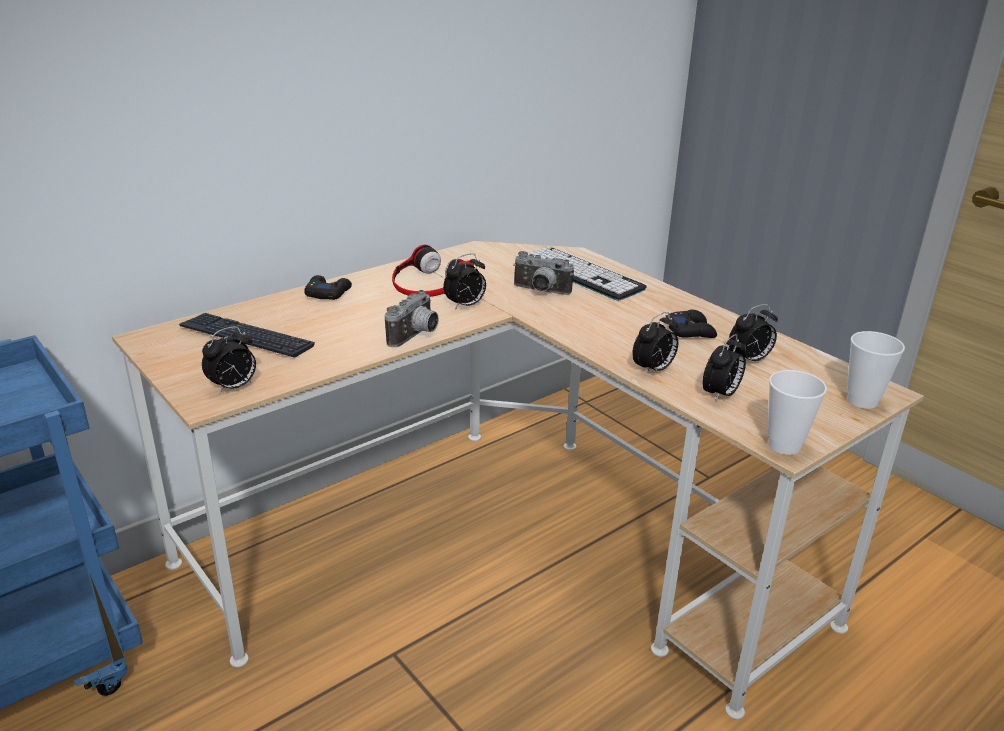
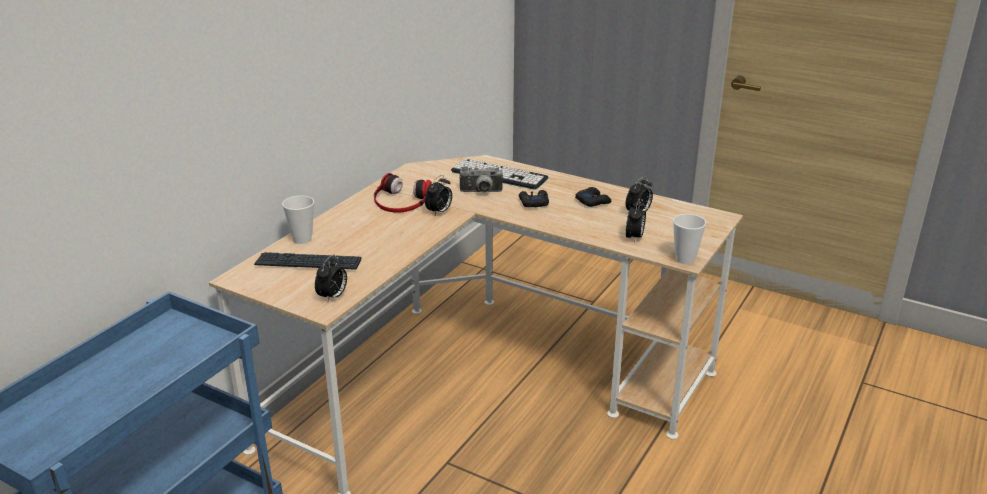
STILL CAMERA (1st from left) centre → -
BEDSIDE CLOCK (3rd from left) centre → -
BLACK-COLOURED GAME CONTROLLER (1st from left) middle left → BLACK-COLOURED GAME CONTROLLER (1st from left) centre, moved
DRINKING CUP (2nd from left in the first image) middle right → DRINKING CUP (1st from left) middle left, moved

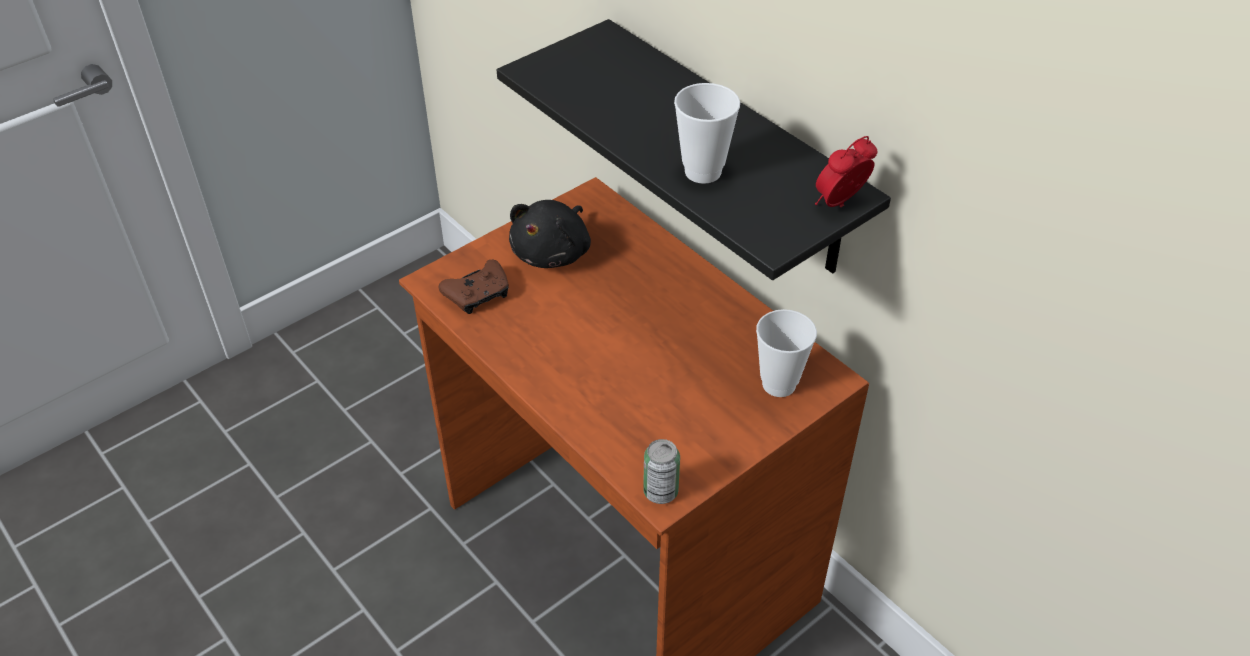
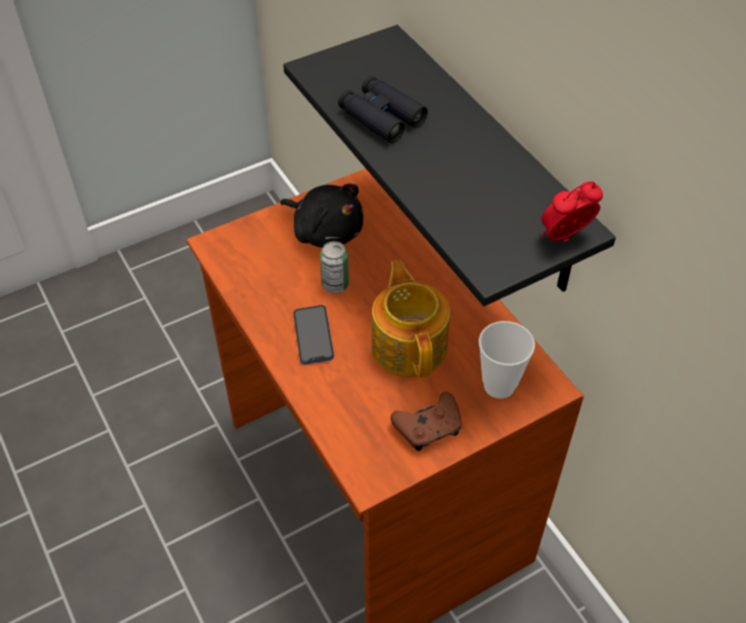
DRINKING CUP (1st from left) top centre → -
- → HANDSET centre
- → BLACK-COLOURED BINOCULARS top centre
- → TEA POT centre
BROWN-COLOURED GAME CONTROLLER centre → BROWN-COLOURED GAME CONTROLLER bottom centre, moved
SEALED CAN bottom centre → SEALED CAN centre, moved
BLACK-COLOURED SOFT TOY centre, 90 degrees counterclockwise

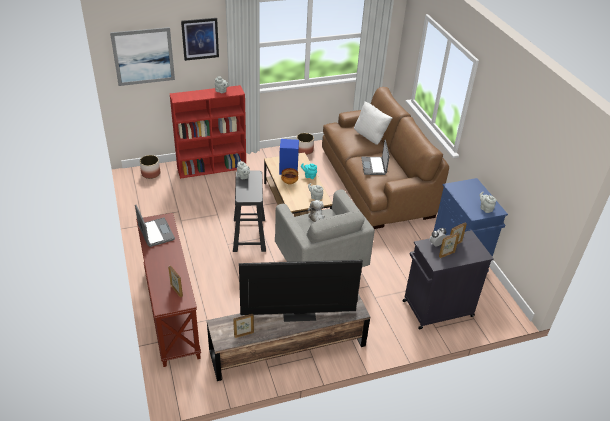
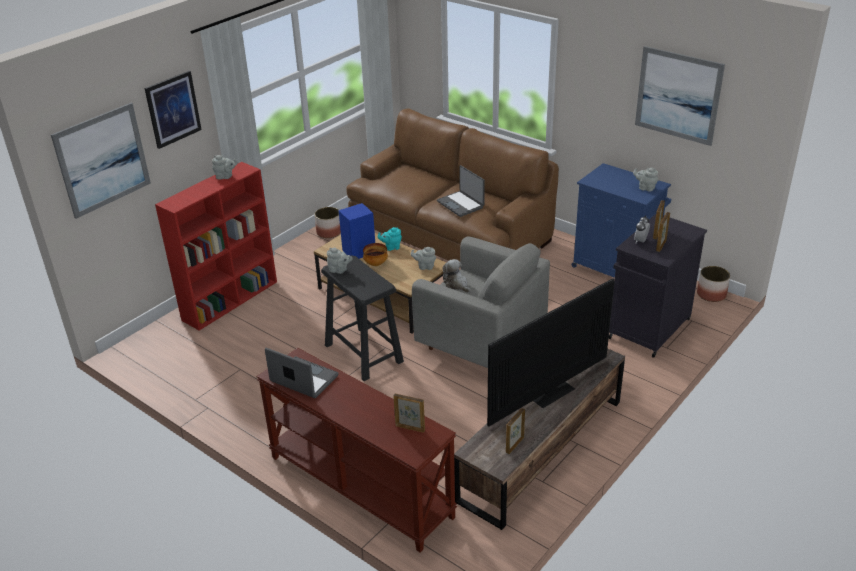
WHITE CUSHION top centre → -
- → PICTURE (3rd from left) top right
PLANTER (1st from left in the first image) middle left → PLANTER (2nd from left) middle right, moved

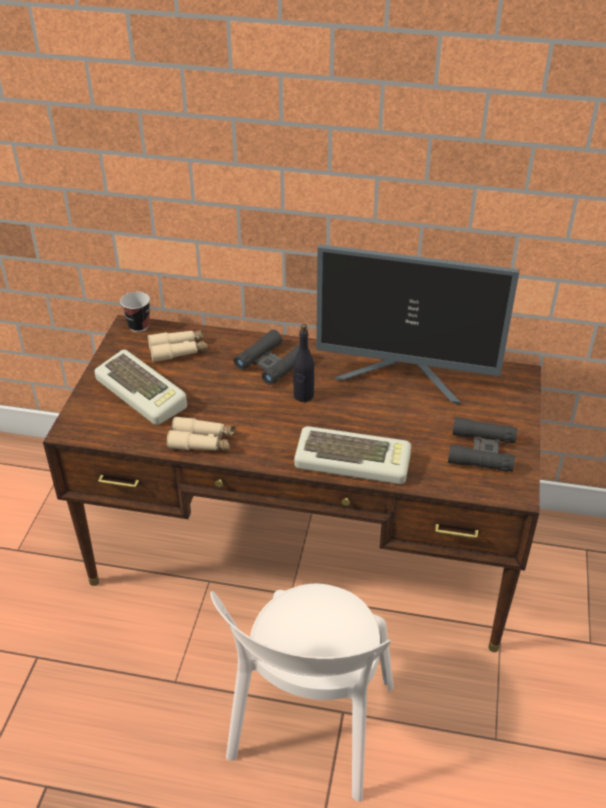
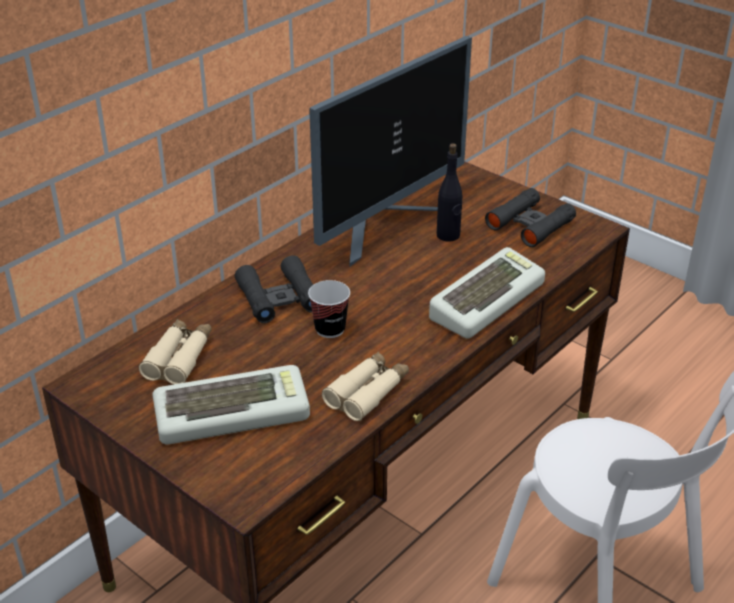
DRINKING CUP middle left → DRINKING CUP centre, moved
BLACK-COLOURED DRINK BOTTLE centre → BLACK-COLOURED DRINK BOTTLE top centre, moved

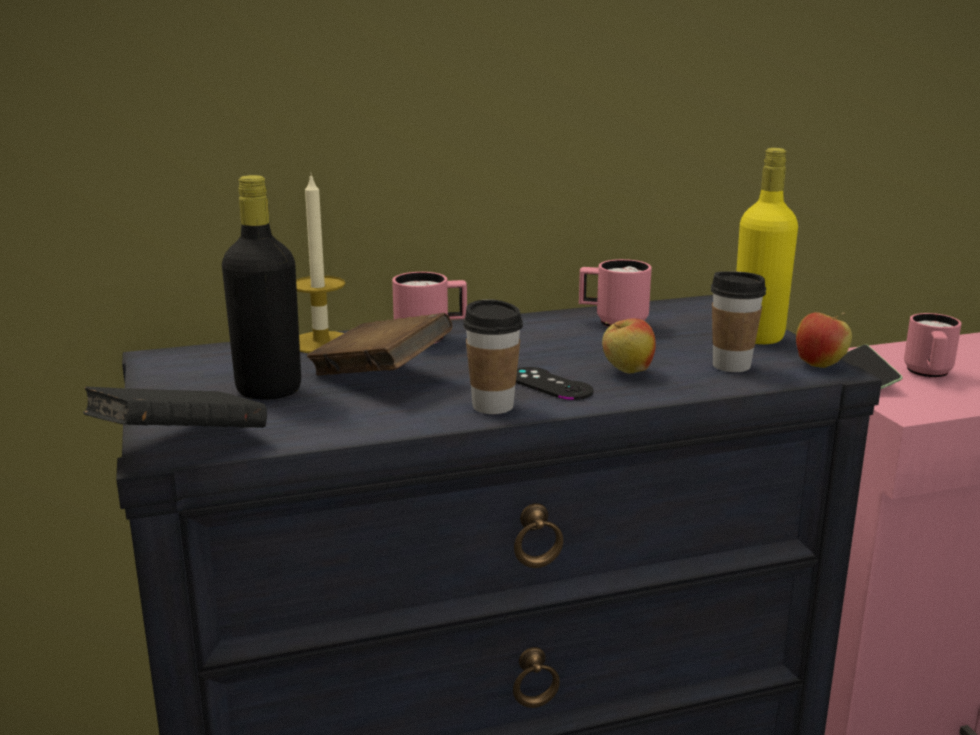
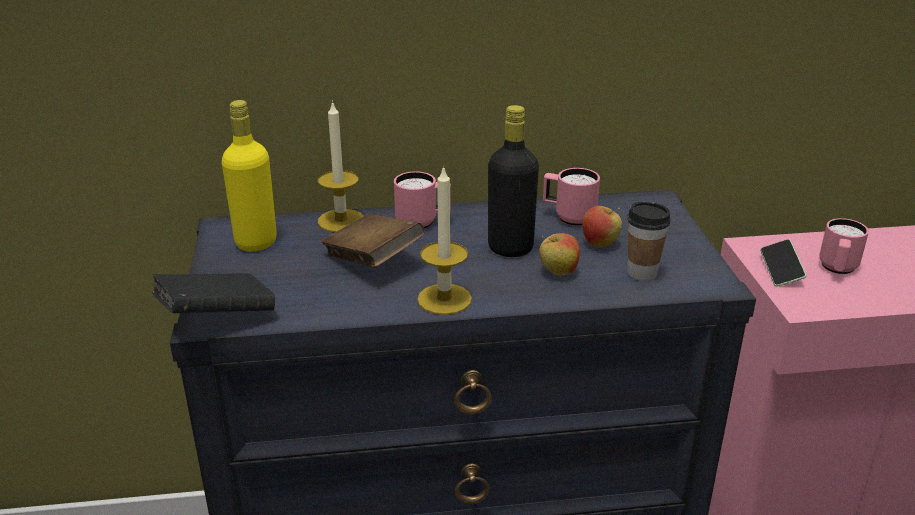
BLACK-COLOURED GAME CONTROLLER centre → -
BLACK-COLOURED DRINK BOTTLE middle left → BLACK-COLOURED DRINK BOTTLE centre, moved
YELLOWISH DRINK BOTTLE middle right → YELLOWISH DRINK BOTTLE middle left, moved
WHOLE APPLE (2nd from left) middle right → WHOLE APPLE (2nd from left) centre, moved
DRINKING CUP (1st from left) centre → WAX LIGHT (2nd from left) centre

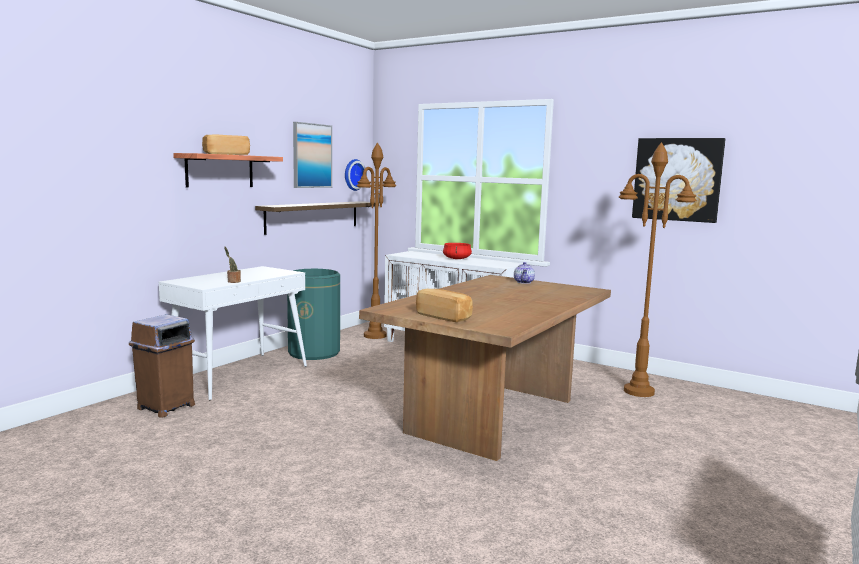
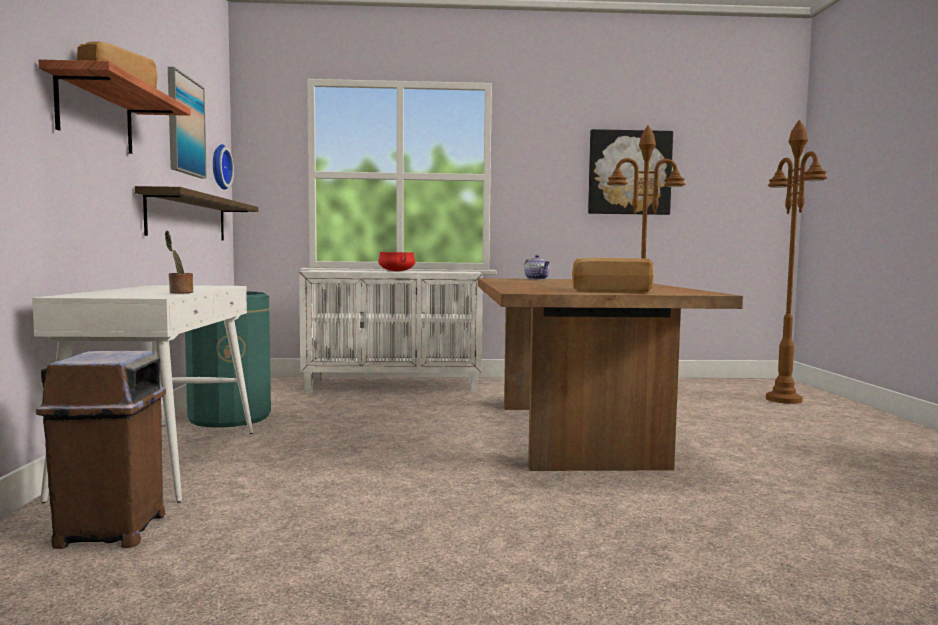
BROWN-COLOURED FLOOR LAMP (1st from left in the first image) centre → BROWN-COLOURED FLOOR LAMP (2nd from left) middle right, moved

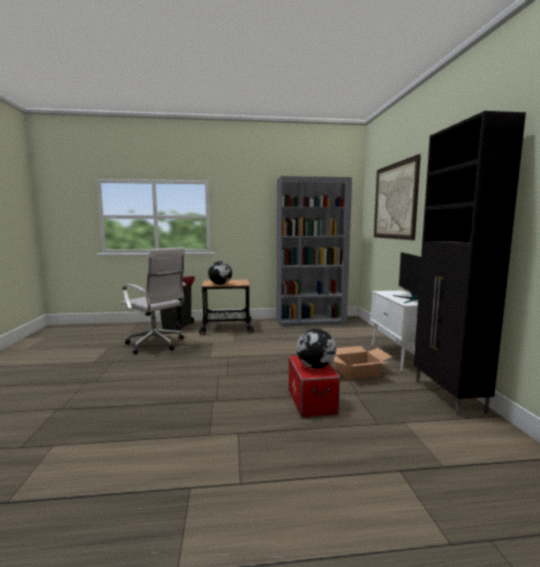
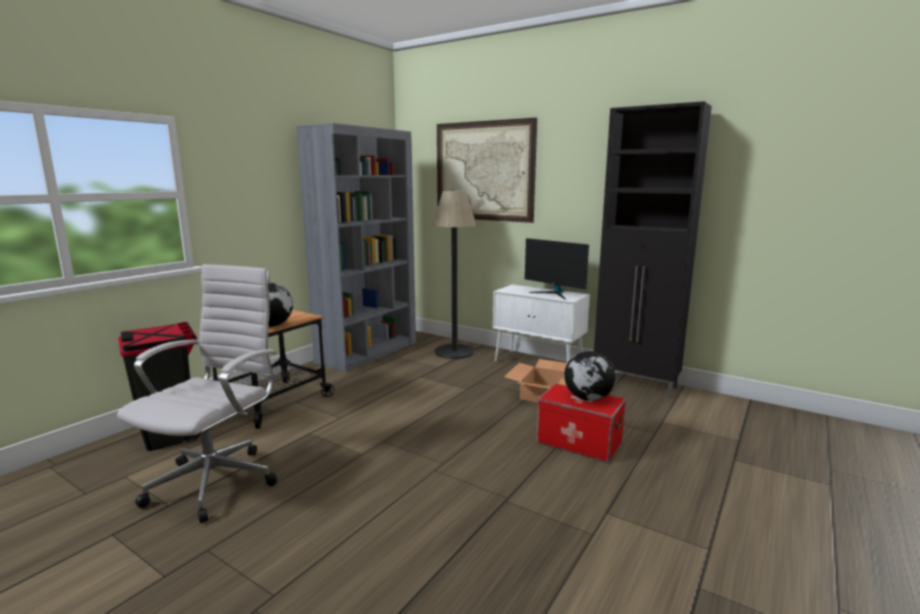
- → FLOOR LAMP centre
WHITE DESK CHAIR middle left, 60 degrees counterclockwise

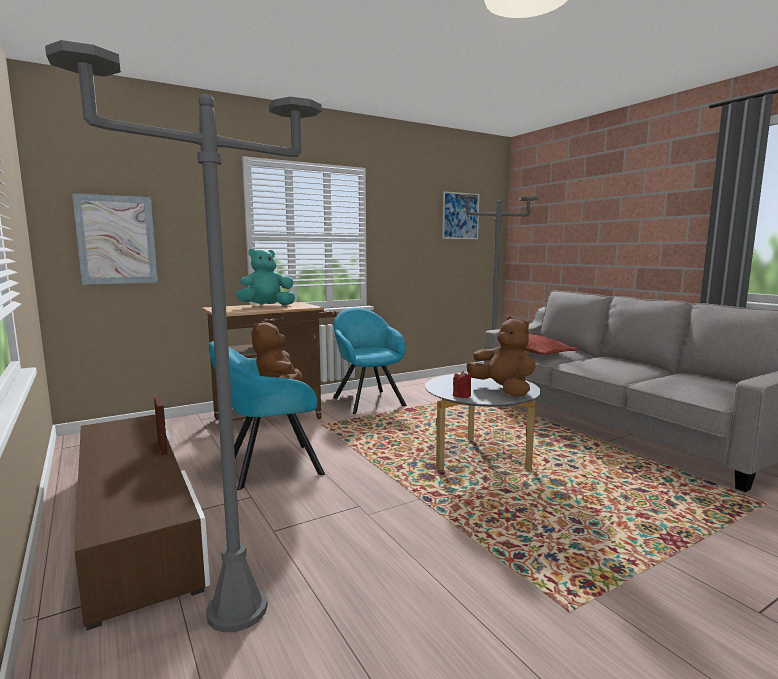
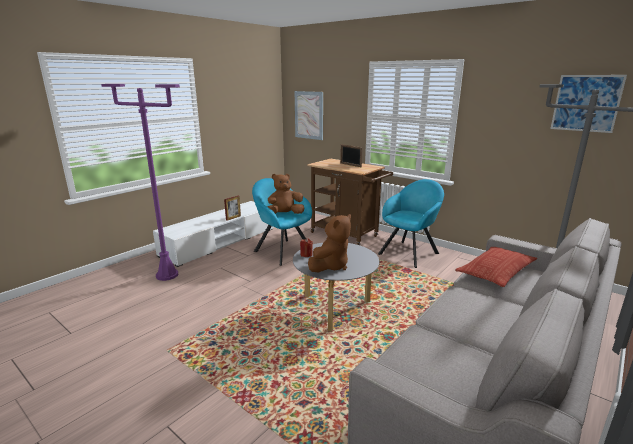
BLUE-GREEN SOFT TOY centre → PICTURE FRAME (2nd from left) centre
GREY FLOOR LAMP (1st from left) middle left → PURPLISH FLOOR LAMP middle left
BROWN-COLOURED MEDIA CONSOLE bottom left → WHITE MEDIA CONSOLE centre

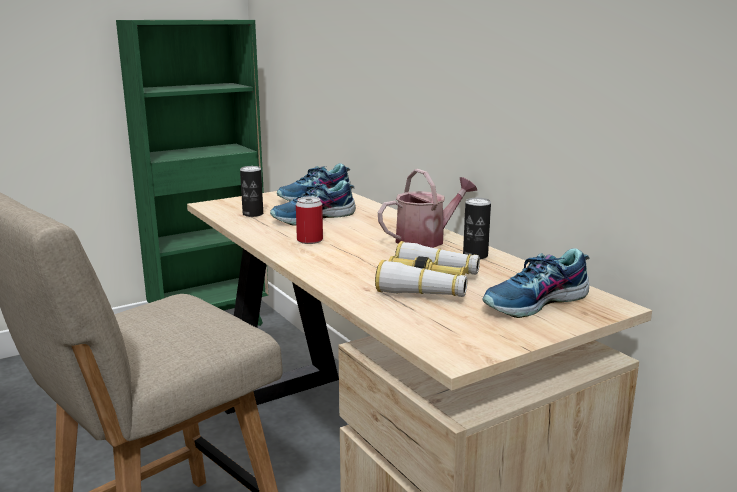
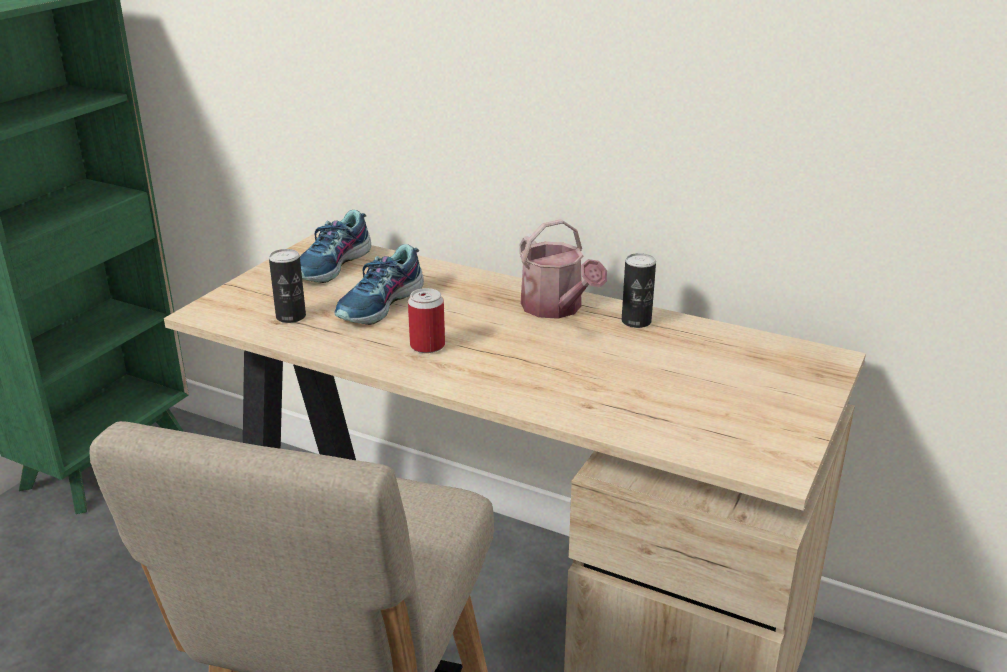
BINOCULARS centre → -
SHOE (3rd from left) middle right → -
SPRINKLING CAN centre, 120 degrees clockwise

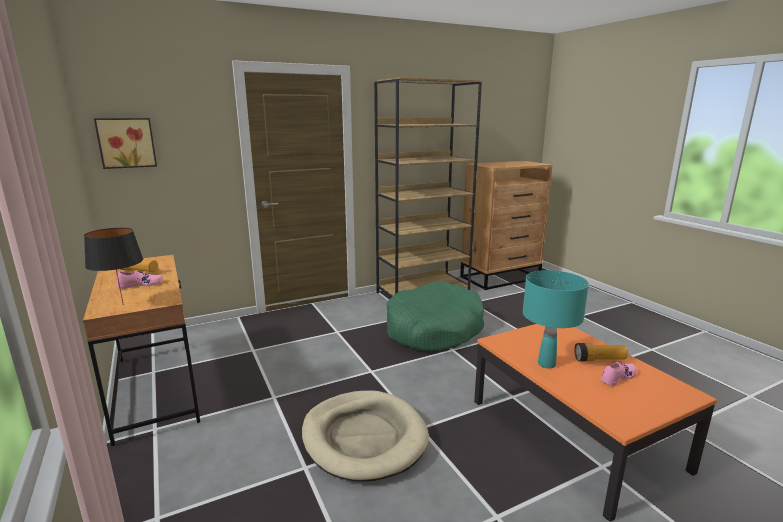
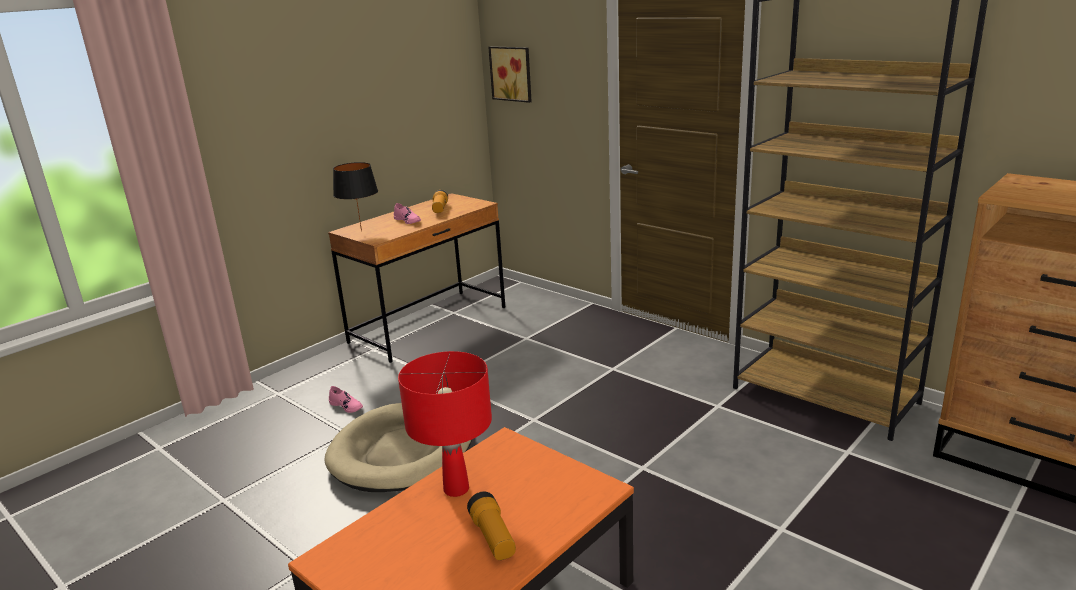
GREEN-COLOURED DOG CUSHION centre → -
PINK SHOE (2nd from left in the first image) bottom right → PINK SHOE (1st from left) bottom left, moved
BLUE-GREEN TABLE LAMP middle right → RED-COLOURED TABLE LAMP bottom centre

